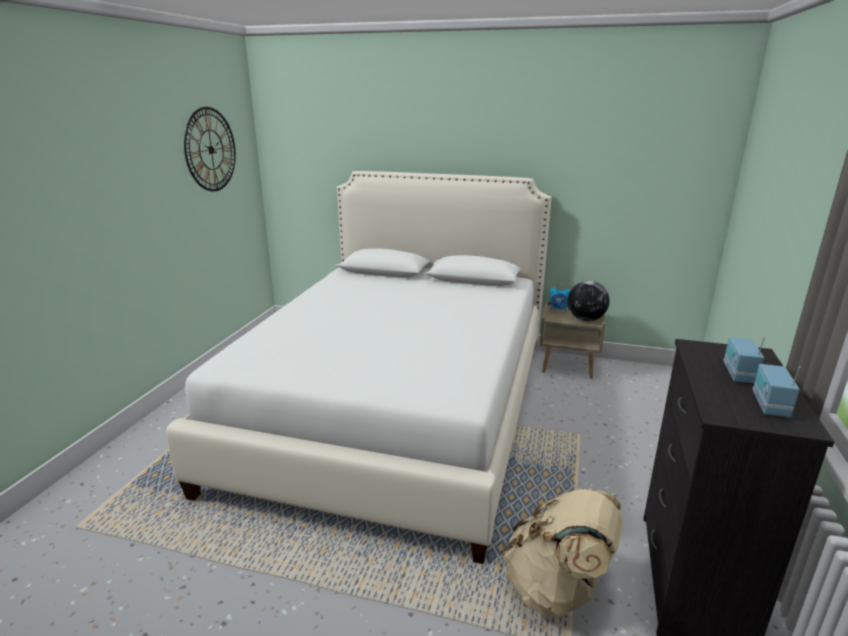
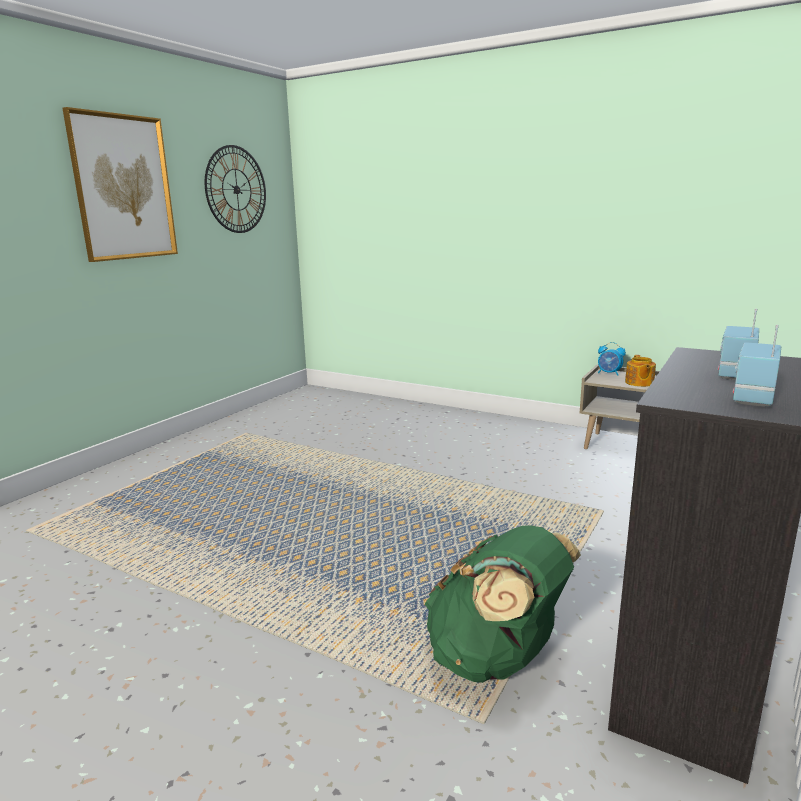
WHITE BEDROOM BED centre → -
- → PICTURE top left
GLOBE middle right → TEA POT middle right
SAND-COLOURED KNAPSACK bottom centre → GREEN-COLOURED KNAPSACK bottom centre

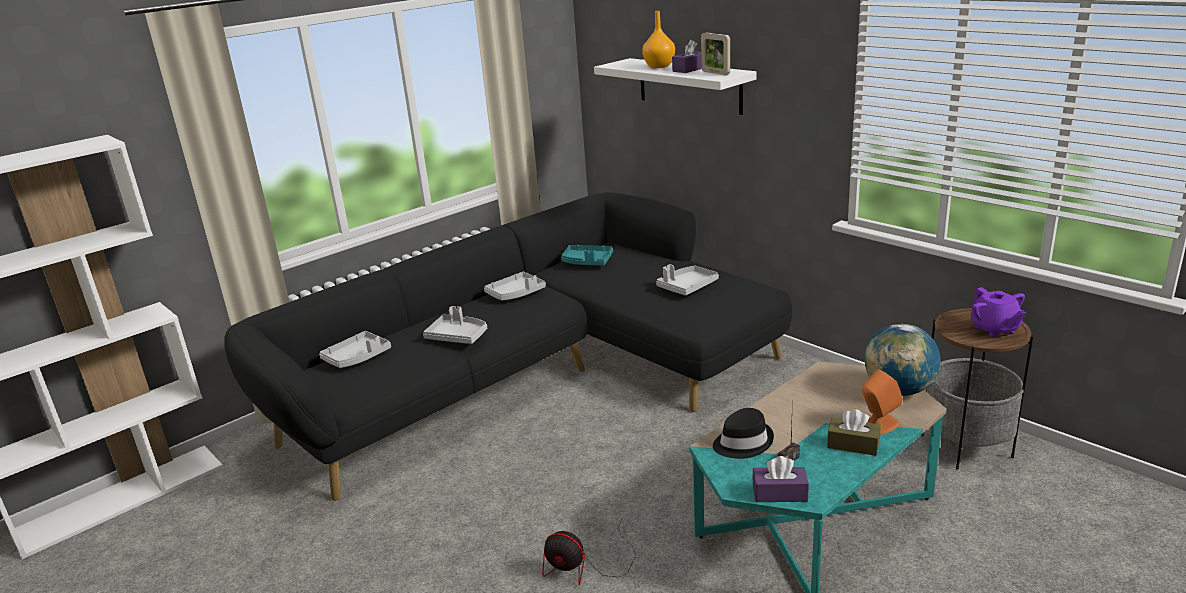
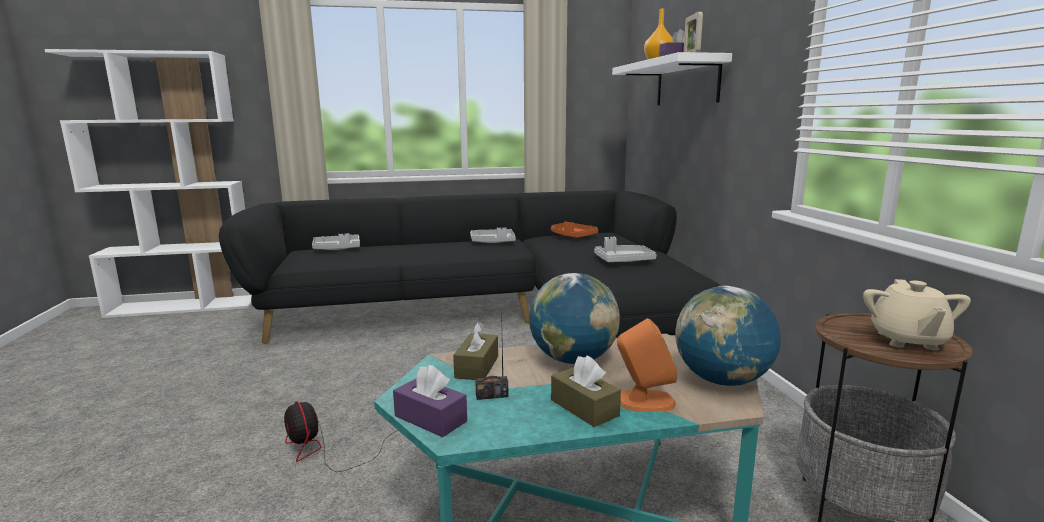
GREY TRAY (2nd from left) centre → -
- → GLOBE (1st from left) centre
BLACK-COLOURED HAT bottom centre → BROWN-COLOURED TISSUE BOX (1st from left) bottom centre
BLUE-GREEN TRAY centre → ORANGE TRAY centre
PURPLISH TEA POT middle right → SAND-COLOURED TEA POT middle right

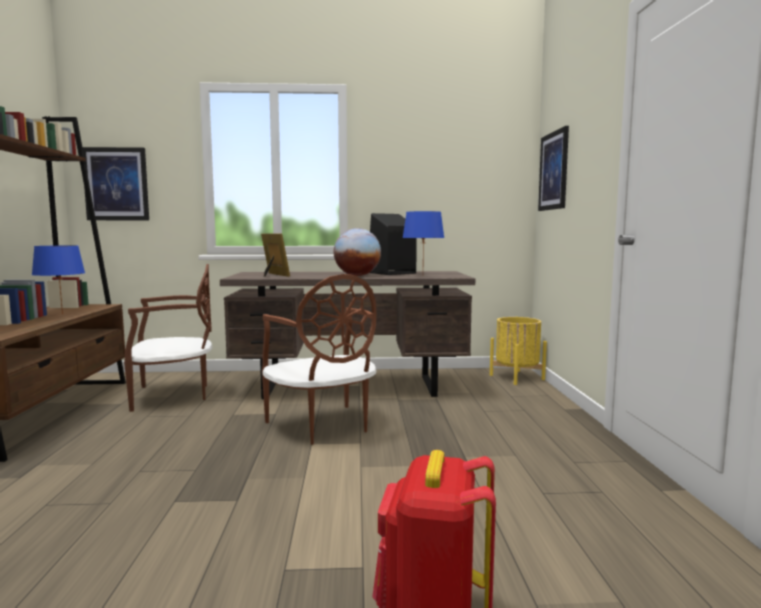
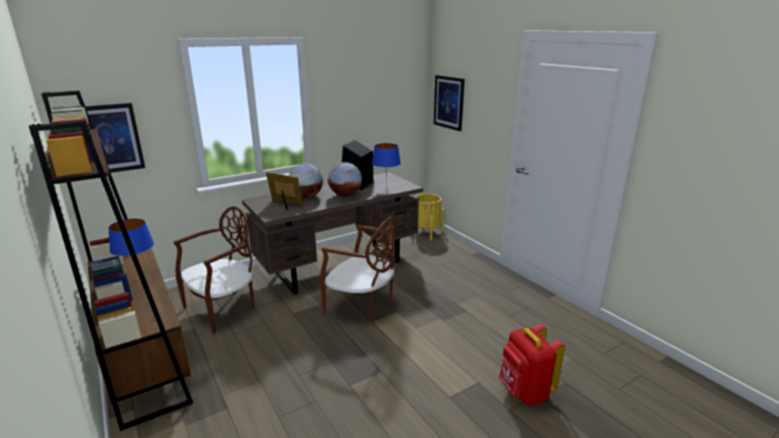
- → GLOBE (1st from left) centre

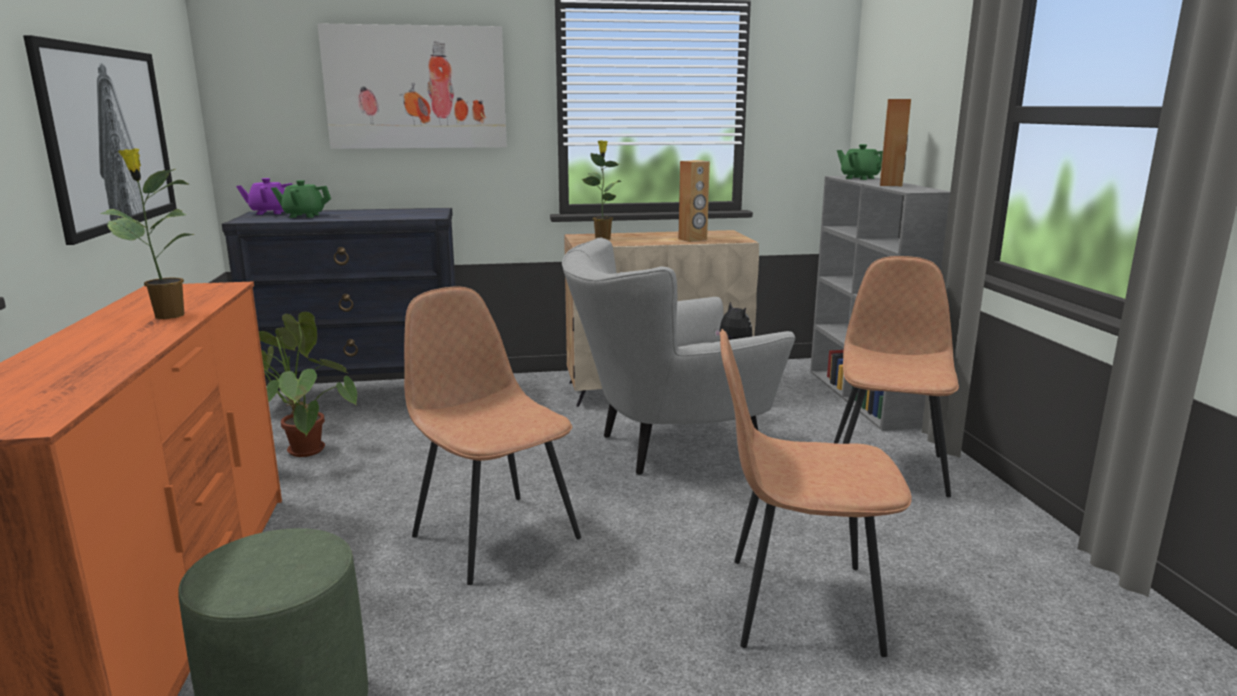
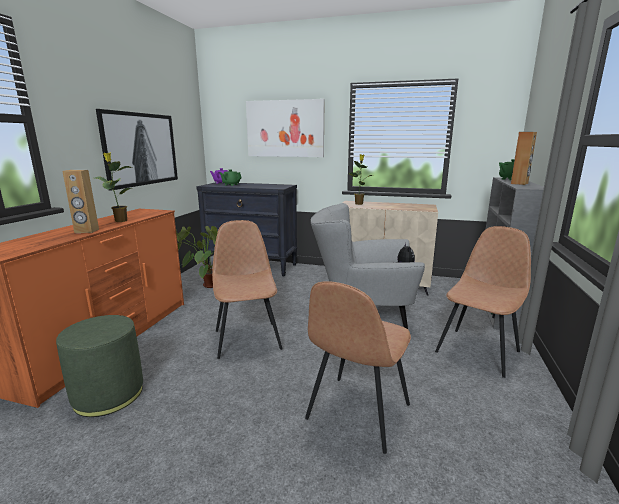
BROWN-COLOURED AUDIO SPEAKER (1st from left) top centre → BROWN-COLOURED AUDIO SPEAKER (1st from left) middle left, moved
BROWN-COLOURED CHAIR (2nd from left) bottom centre, 90 degrees counterclockwise

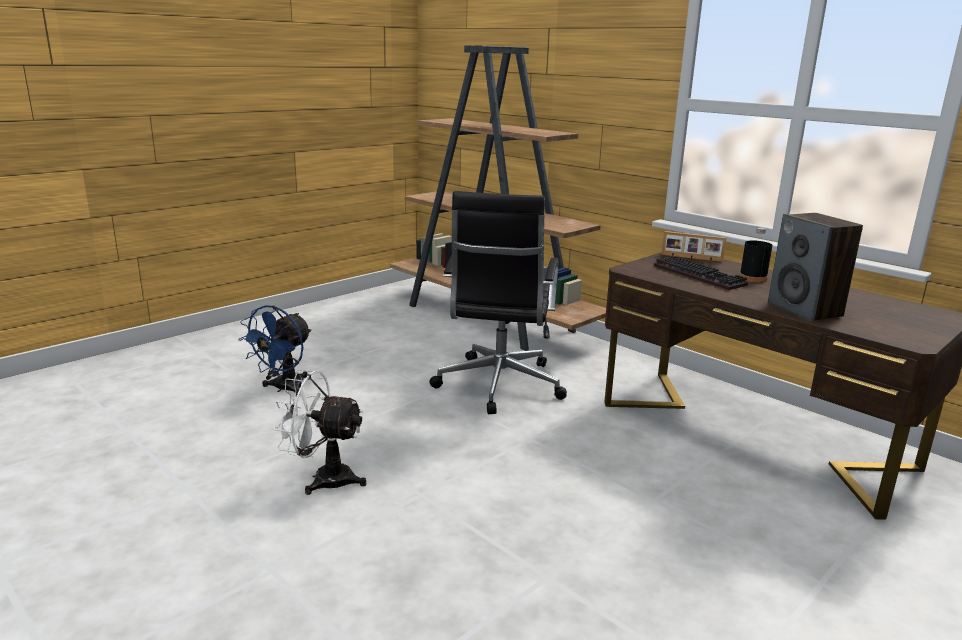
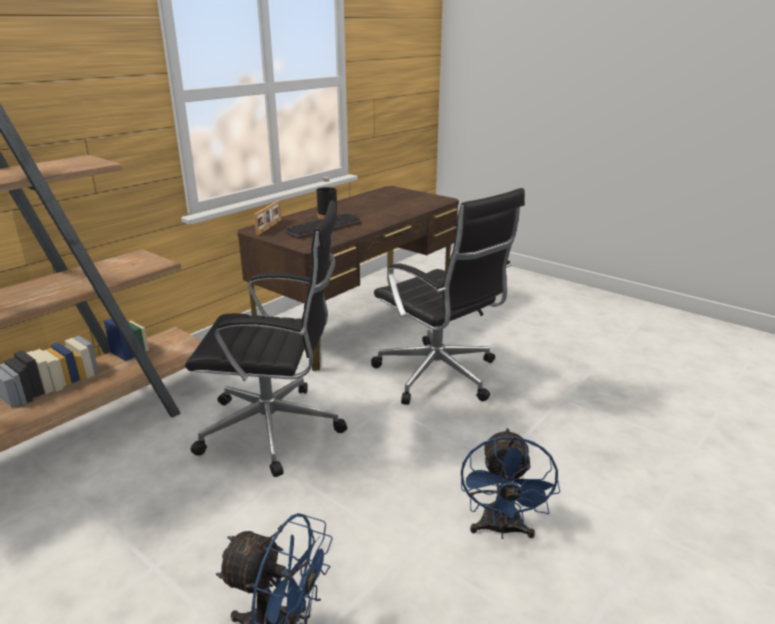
AUDIO SPEAKER middle right → -
- → BLACK-COLOURED DESK CHAIR (2nd from left) centre
WHITE FAN bottom left → BLUISH FAN (2nd from left) bottom centre

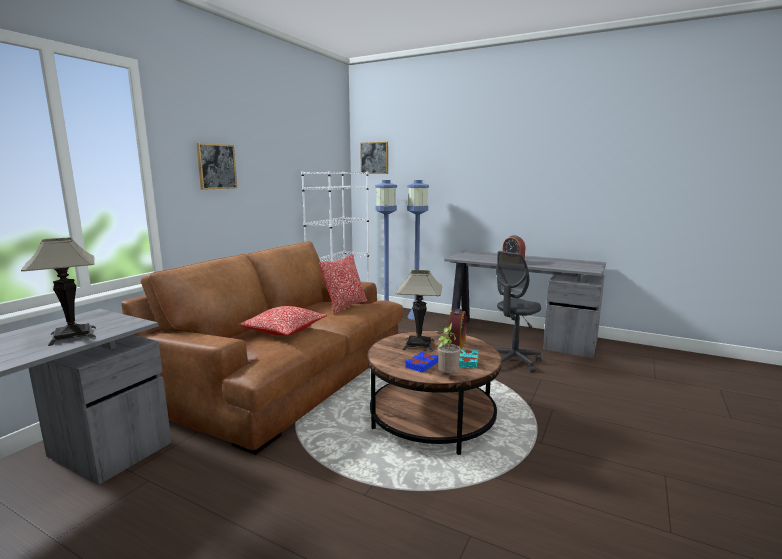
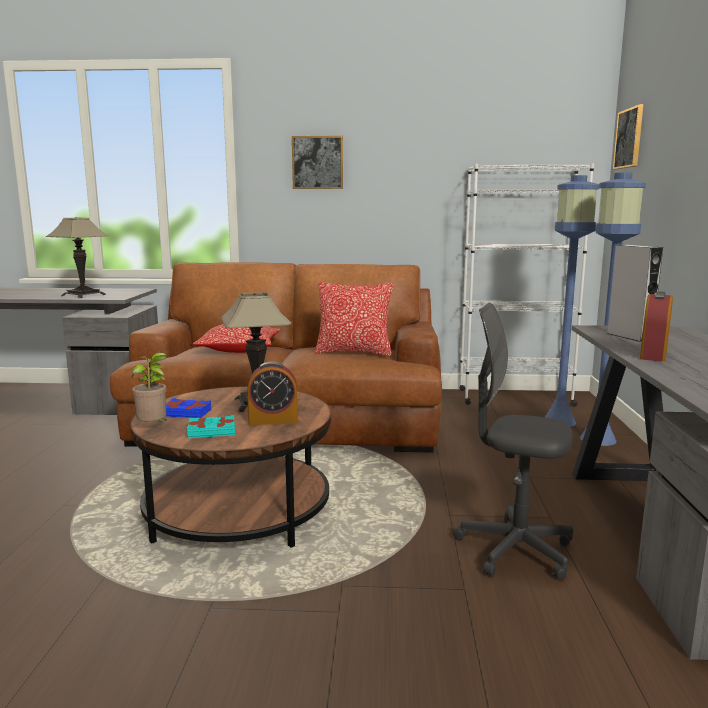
- → GREY AUDIO SPEAKER middle right

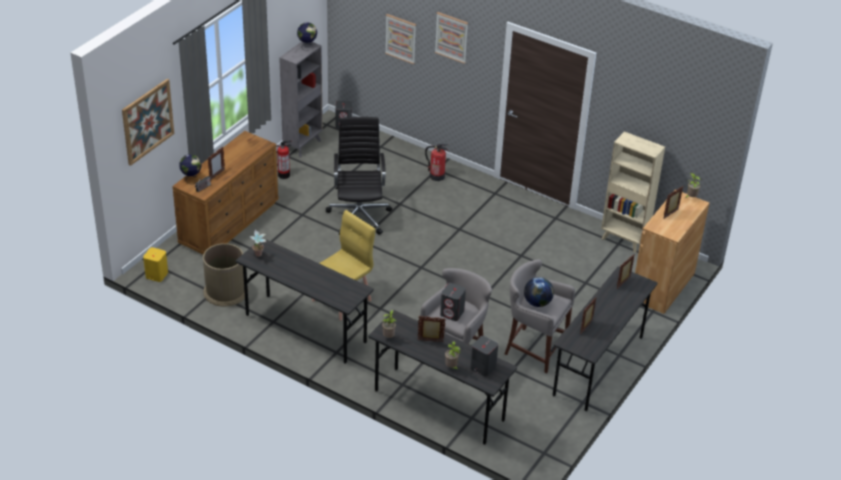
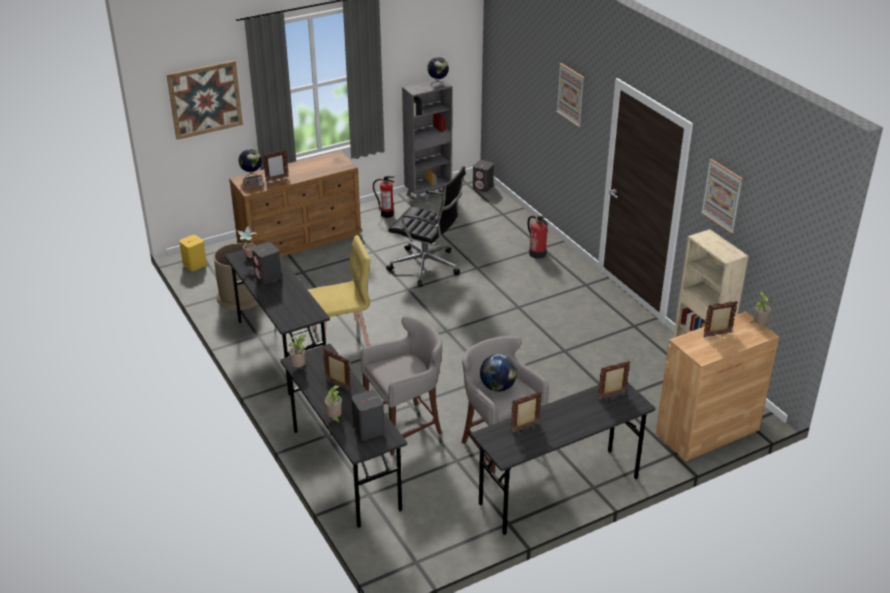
PICTURE (2nd from left in the first image) top centre → PICTURE (3rd from left) top right, moved
GREY AUDIO SPEAKER (2nd from left in the first image) centre → GREY AUDIO SPEAKER (1st from left) middle left, moved
BLACK-COLOURED DESK CHAIR centre, 90 degrees clockwise

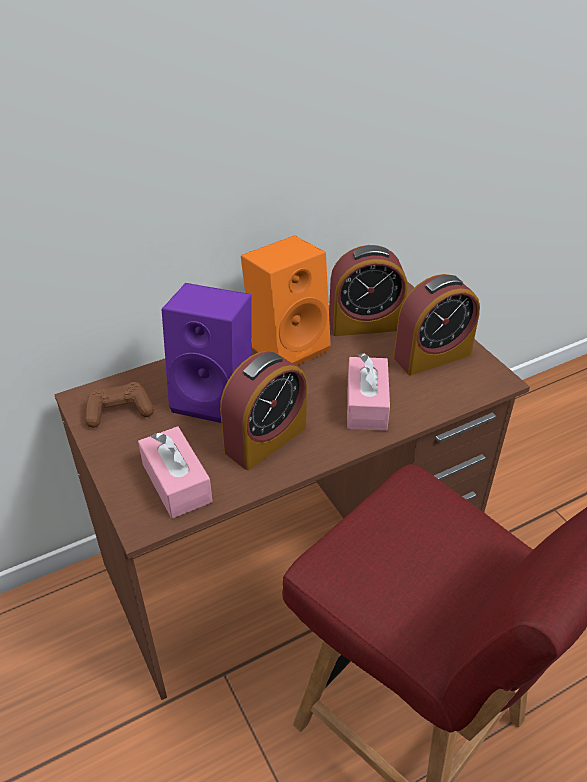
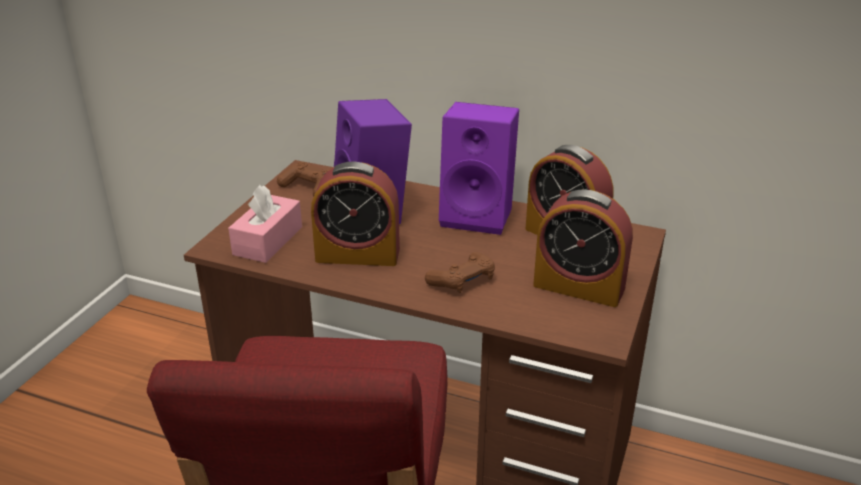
PINK TISSUE BOX (2nd from left) centre → BROWN-COLOURED GAME CONTROLLER (2nd from left) centre
ORANGE AUDIO SPEAKER centre → PURPLISH AUDIO SPEAKER (2nd from left) centre

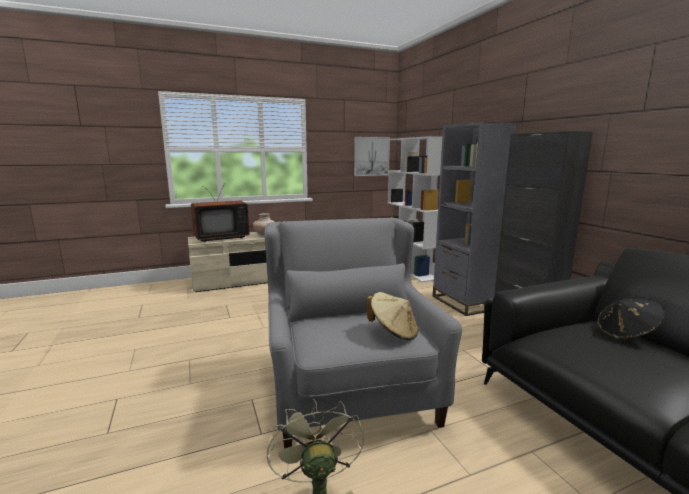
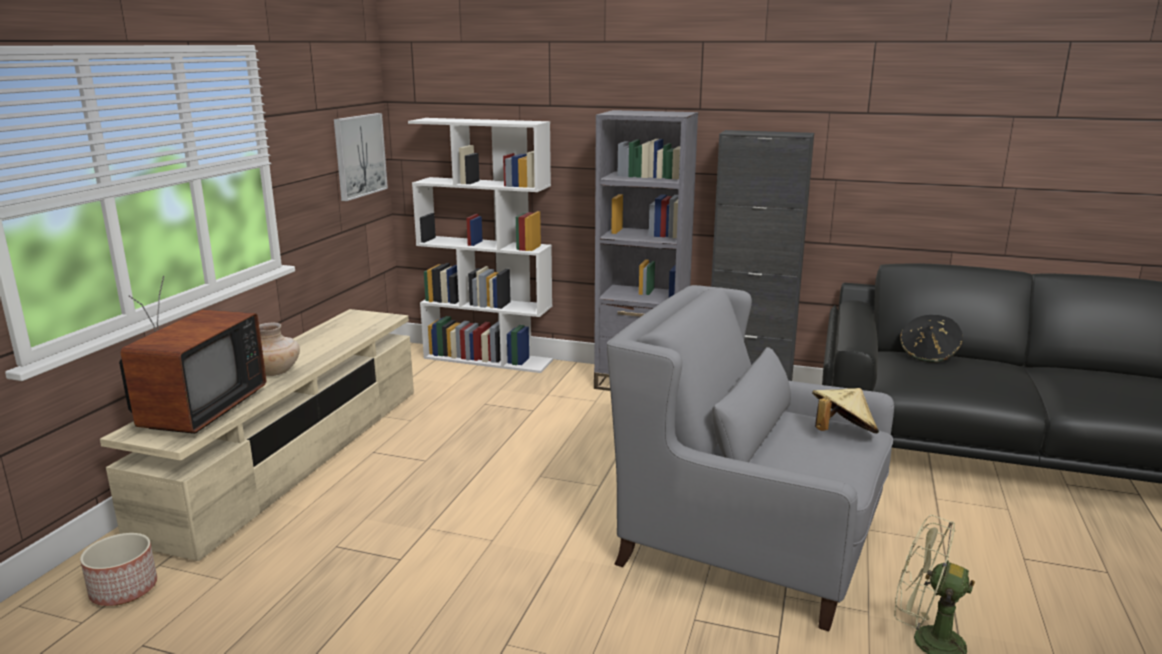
- → PLANTER bottom left

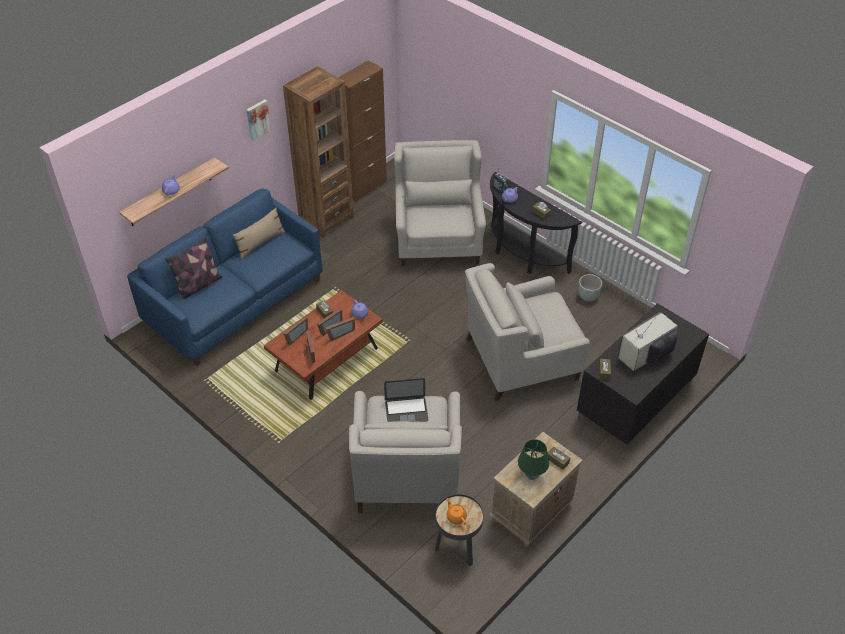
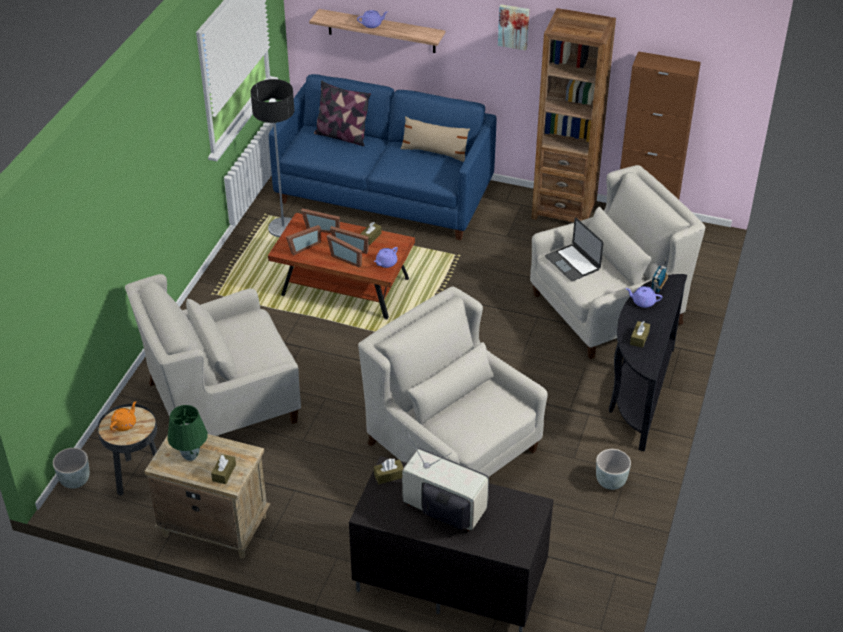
- → GREY PLANTER (1st from left) bottom left
- → FLOOR LAMP top left
LAPTOP centre → LAPTOP middle right, moved

